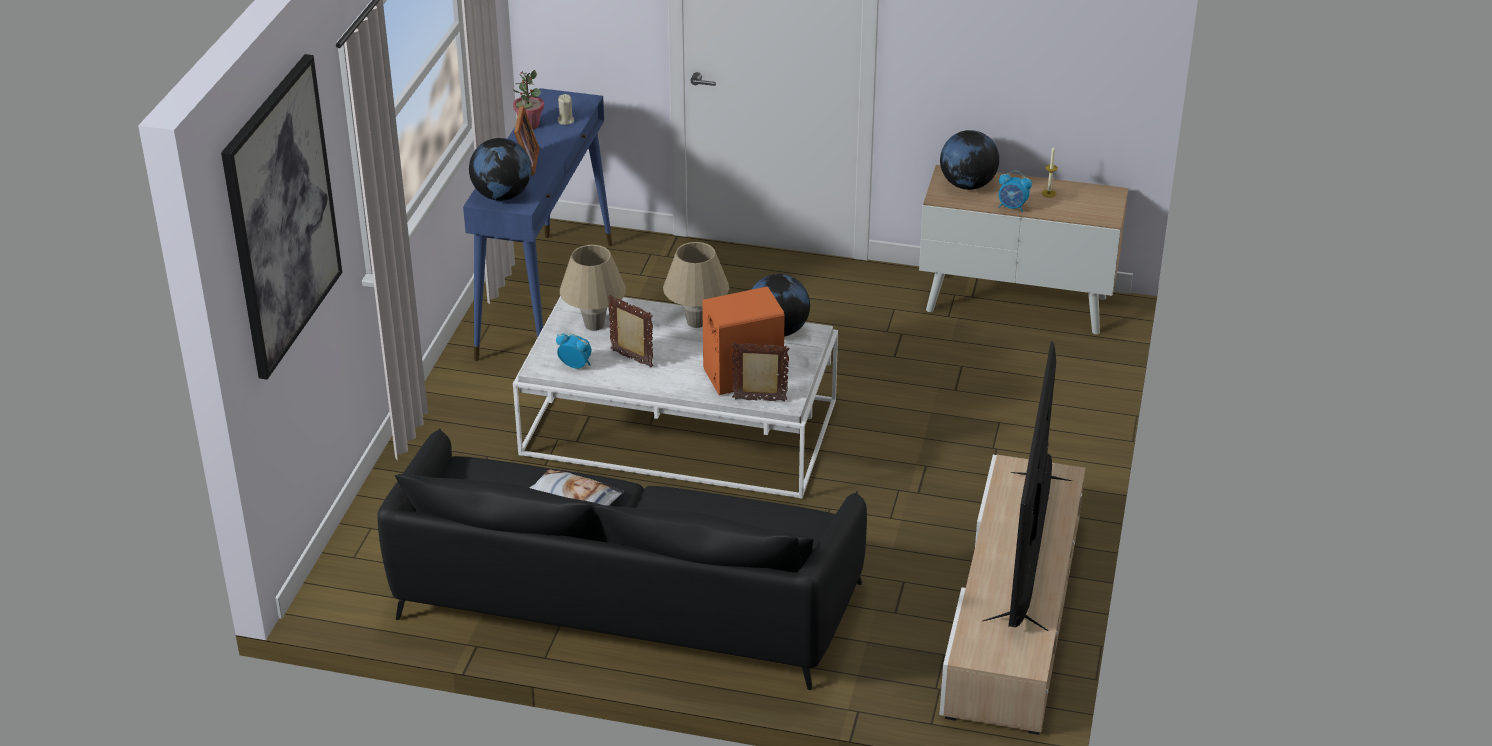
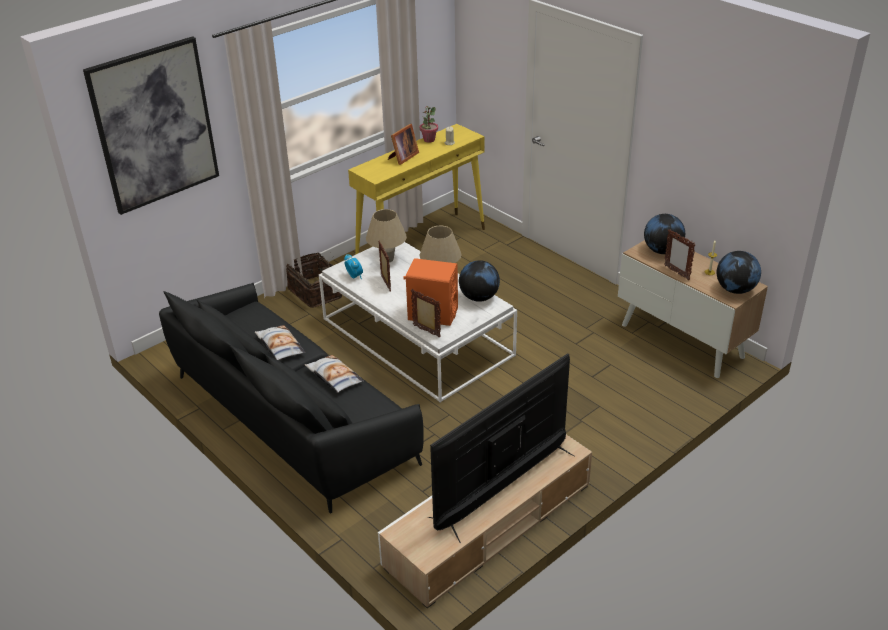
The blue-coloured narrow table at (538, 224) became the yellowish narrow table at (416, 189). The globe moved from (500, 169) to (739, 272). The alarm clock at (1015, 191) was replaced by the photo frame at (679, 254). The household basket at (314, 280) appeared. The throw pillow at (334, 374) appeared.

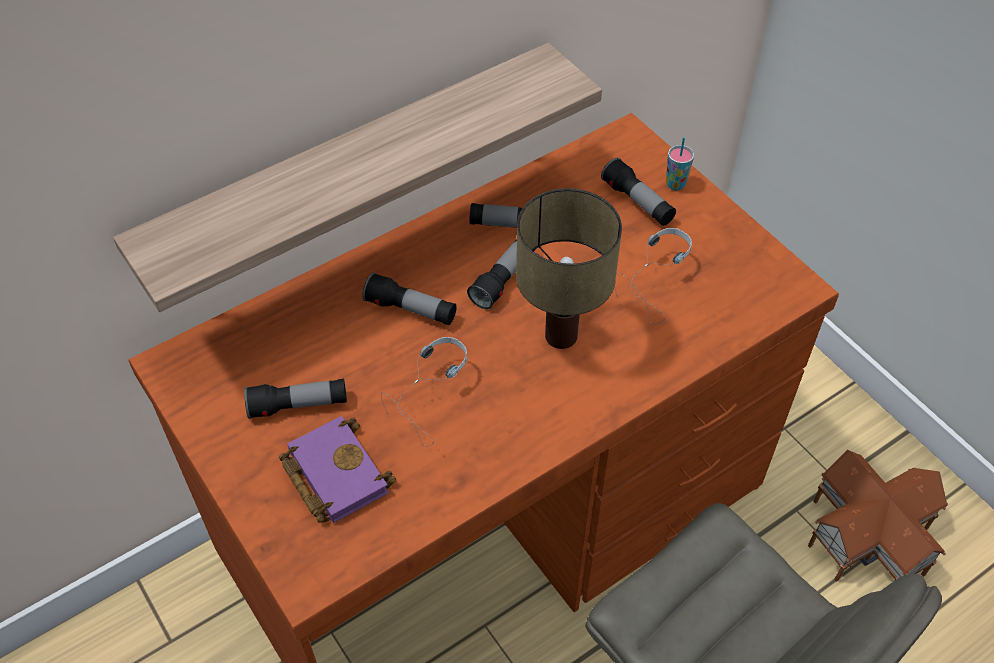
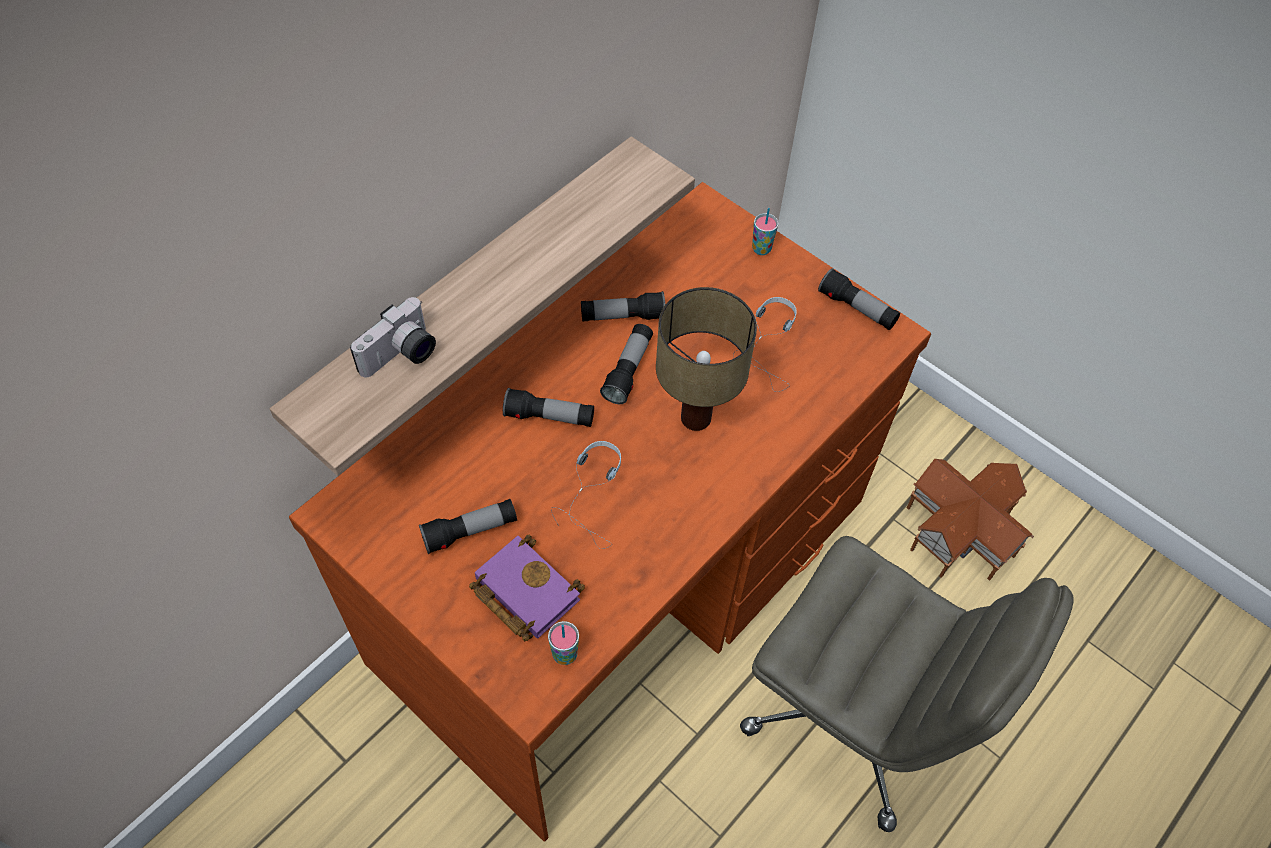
The hand torch moved from (638, 192) to (859, 299). The still camera at (393, 337) appeared. The drinking cup at (563, 643) appeared.

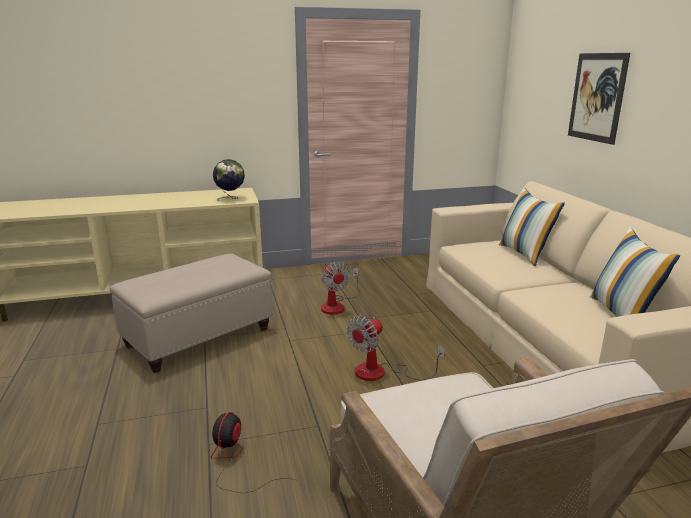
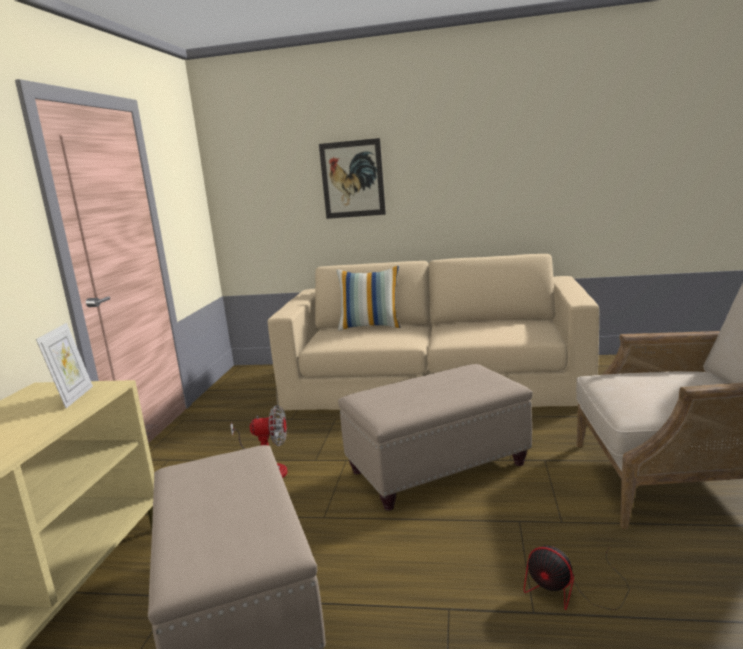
The globe at (229, 180) was replaced by the photo frame at (64, 365). The throw pillow at (635, 272) disappeared. The electric fan at (396, 348) was replaced by the sand-coloured pouffe at (435, 437).

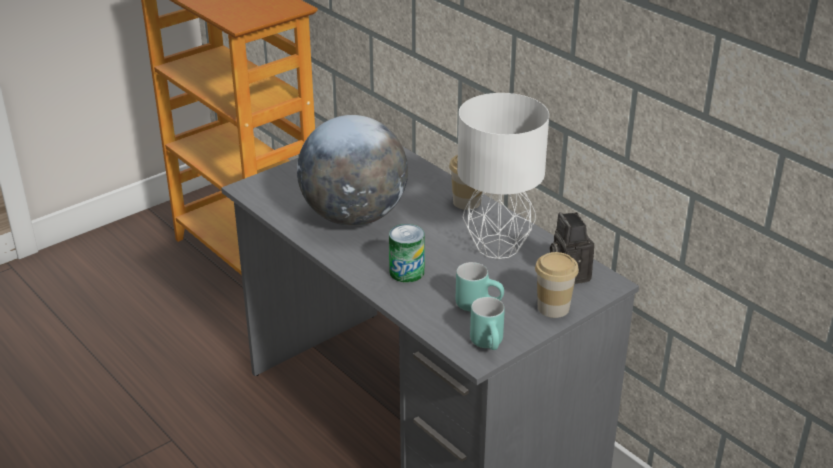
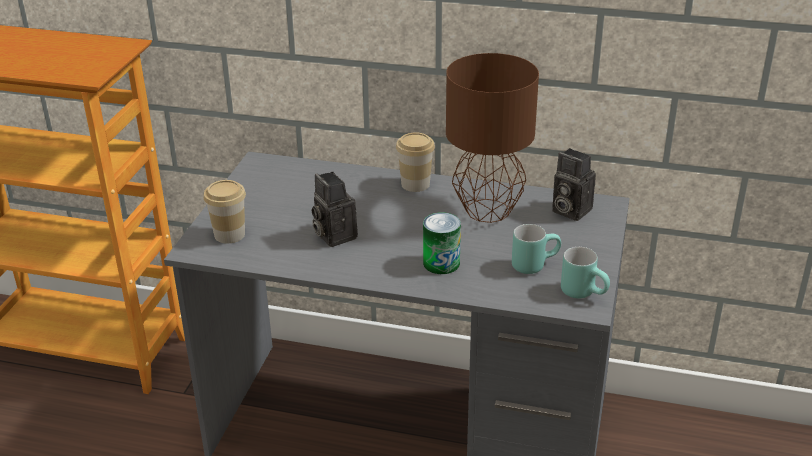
The white-coloured lamp for a table at (503, 176) became the brown-coloured lamp for a table at (492, 138). The globe at (352, 170) was replaced by the still camera at (335, 209). The drinking cup moved from (557, 285) to (225, 211).

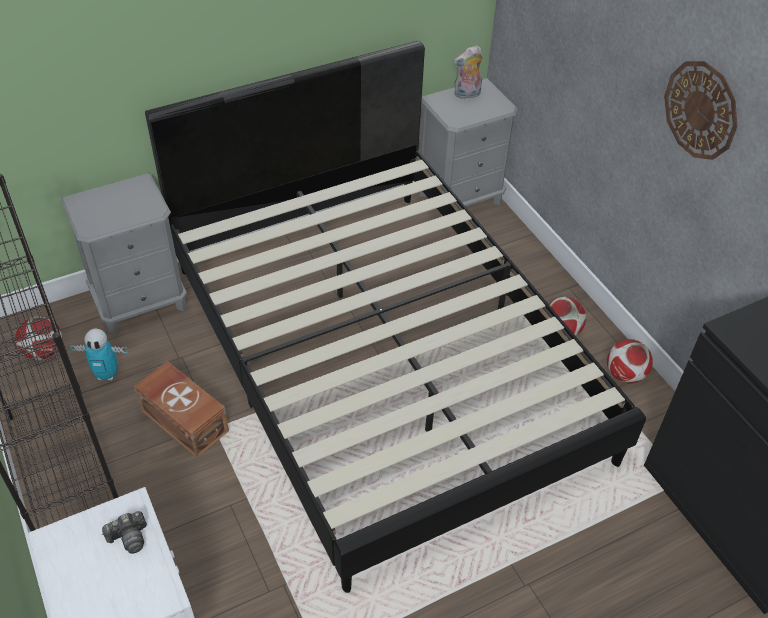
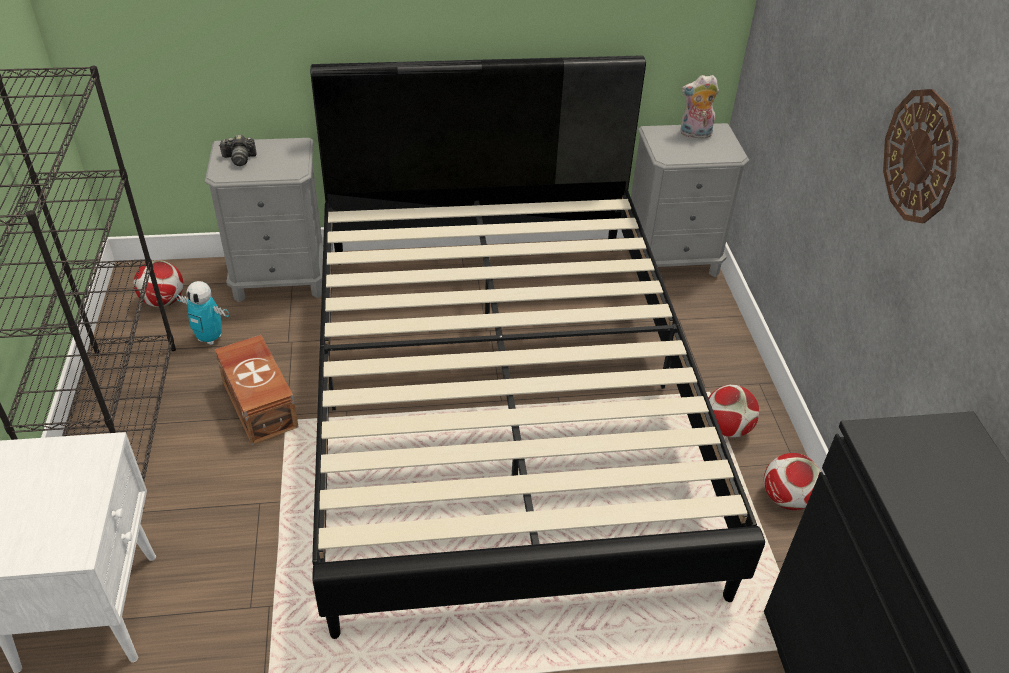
The still camera moved from (124, 532) to (238, 150).

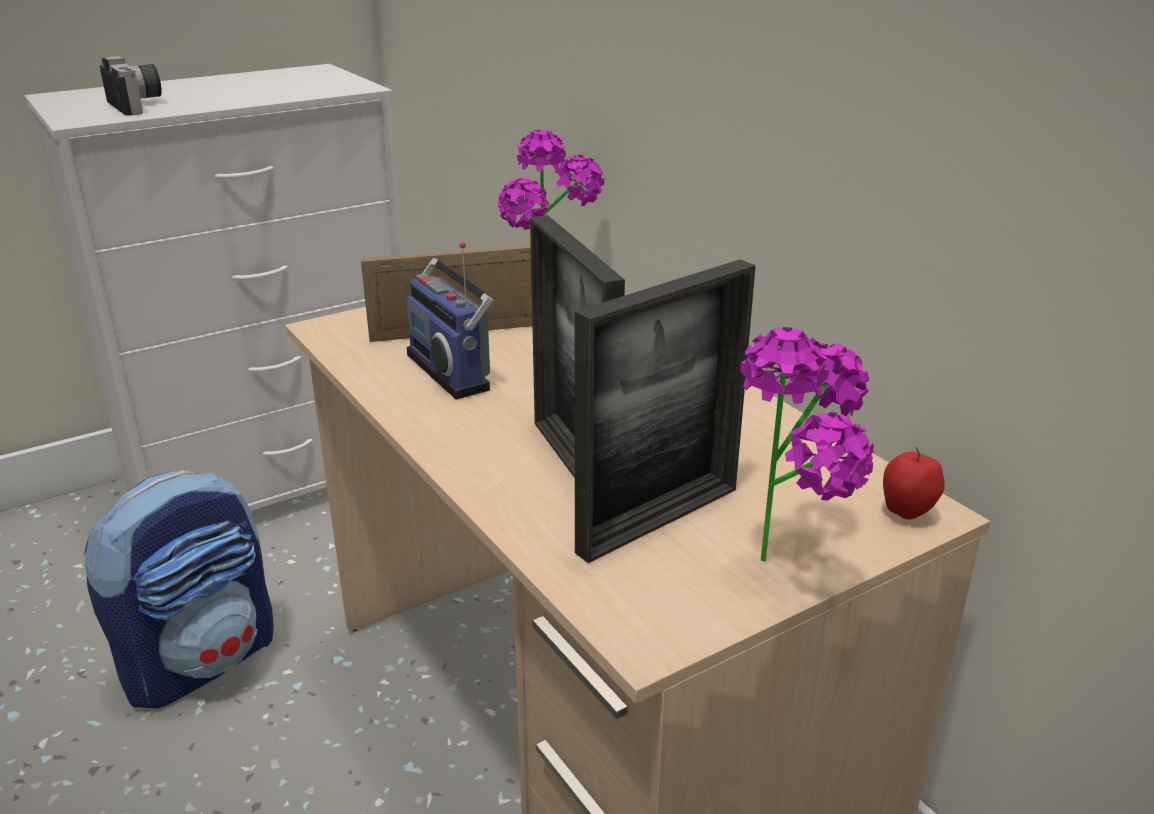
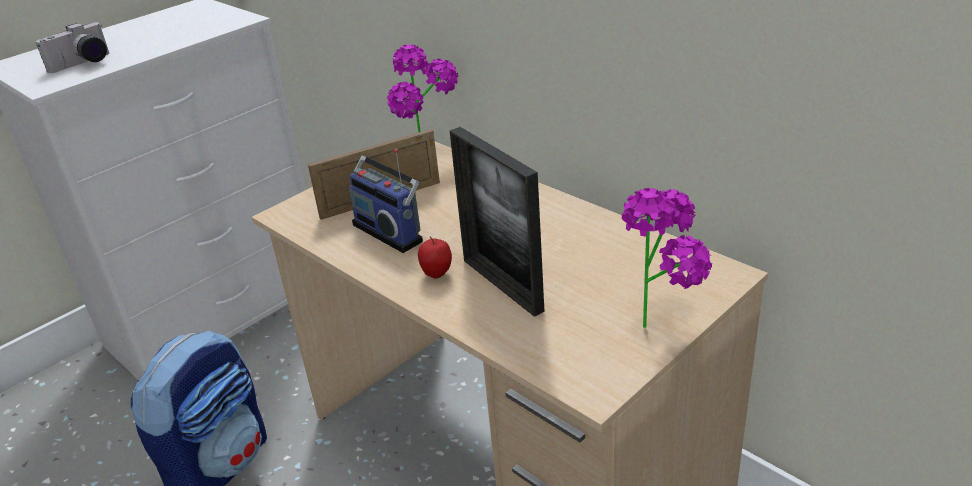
The still camera at (131, 86) turned 90 degrees clockwise. The photo frame at (665, 411) disappeared. The apple fruit moved from (914, 483) to (435, 258).

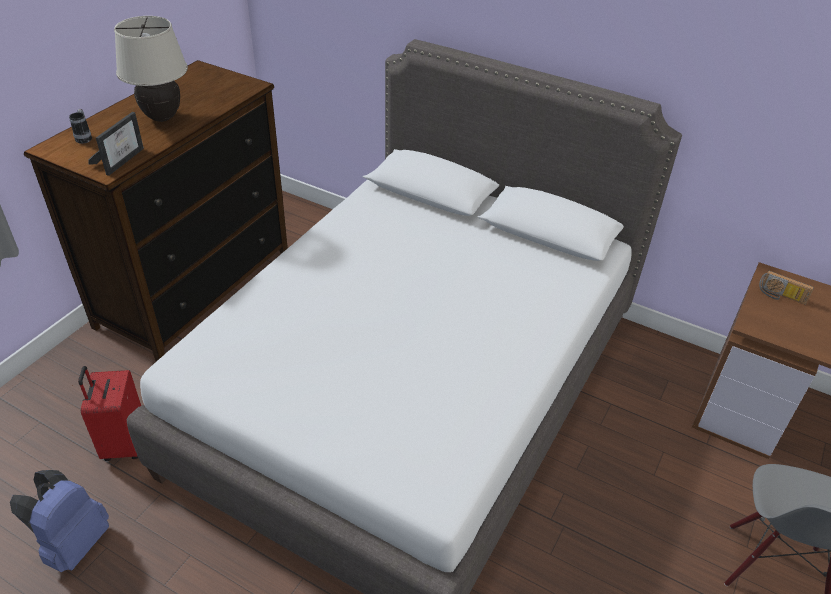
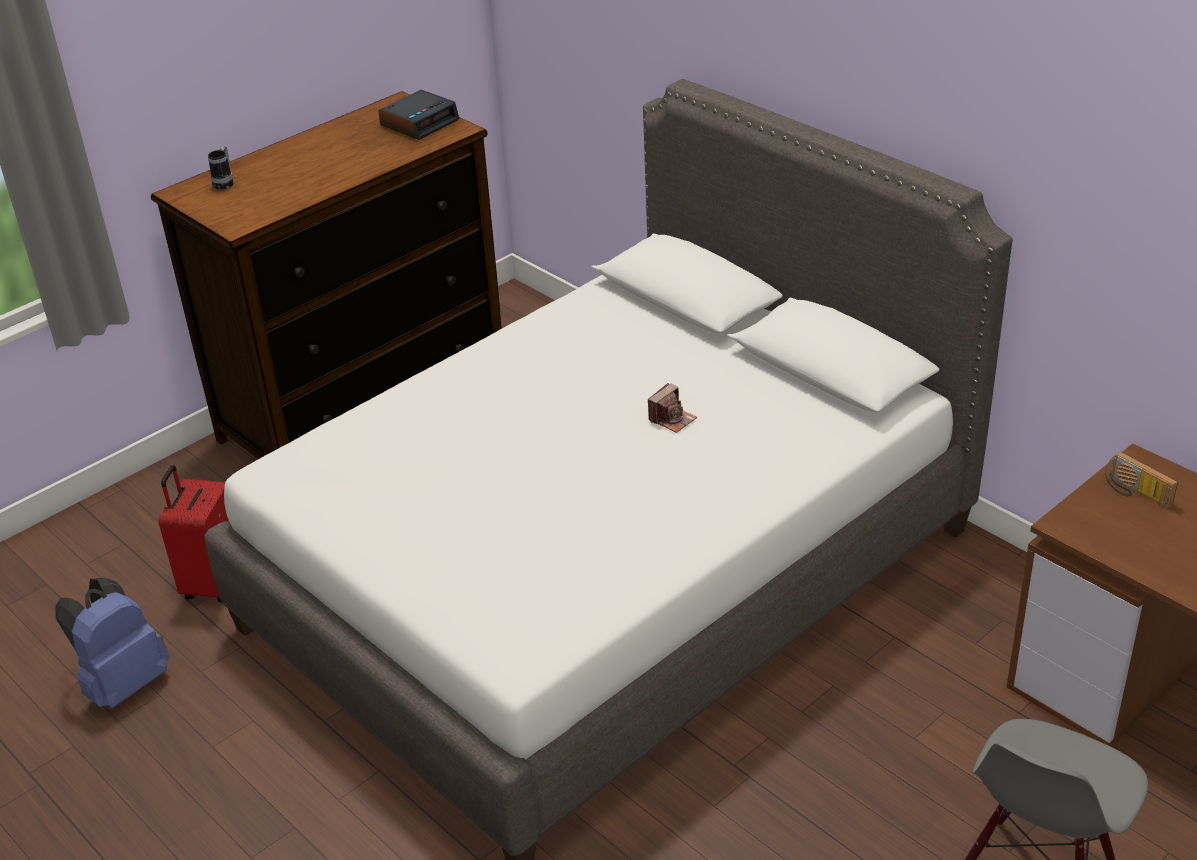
The sand-coloured lamp for a table at (151, 69) disappeared. The photo frame at (116, 144) disappeared. The alarm clock at (418, 115) appeared. The still camera at (672, 408) appeared.

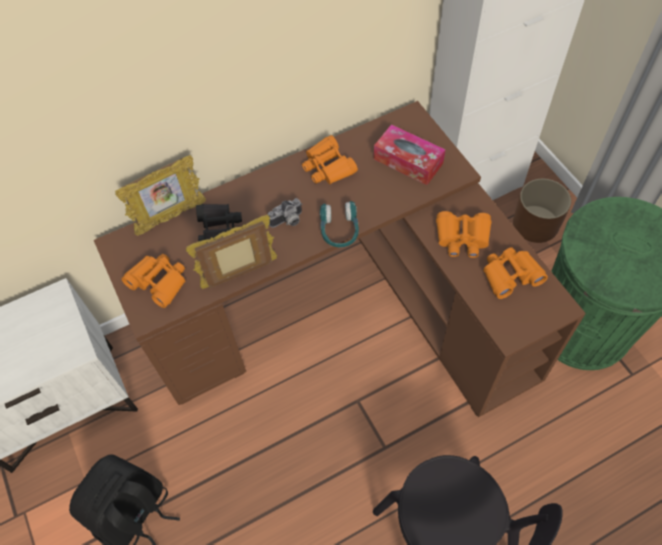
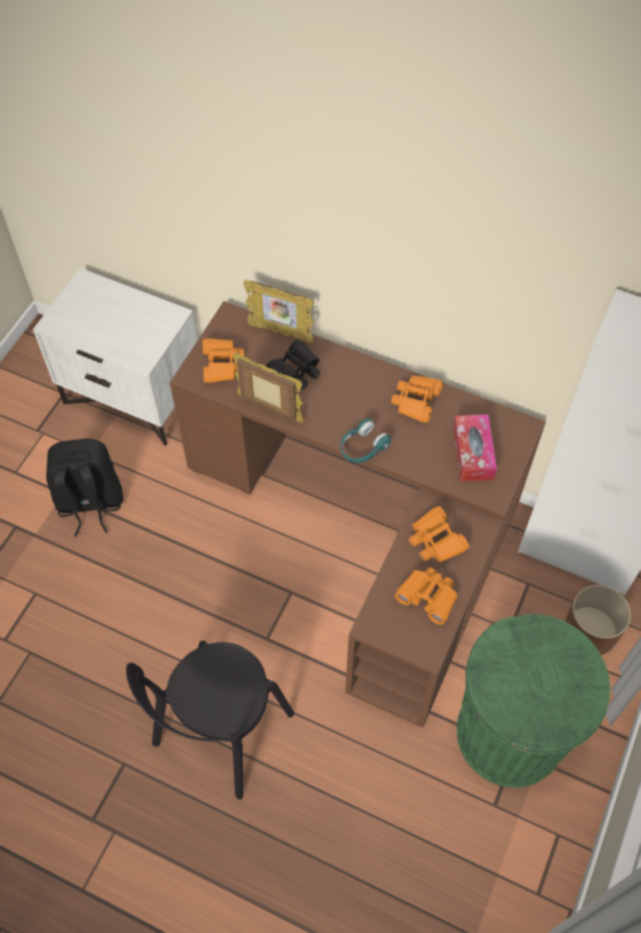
The still camera at (284, 213) disappeared.

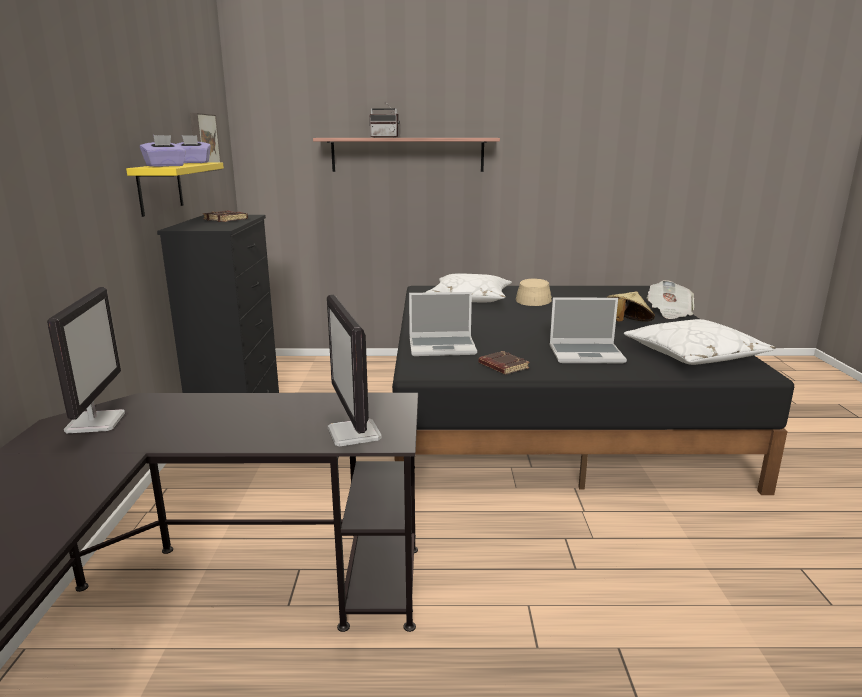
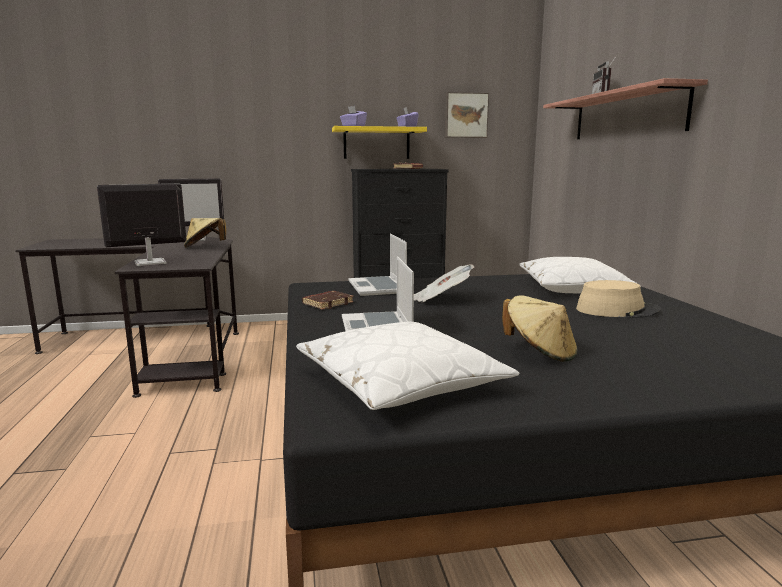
The newspaper moved from (670, 299) to (444, 283). The sand-coloured hat at (205, 233) appeared.

